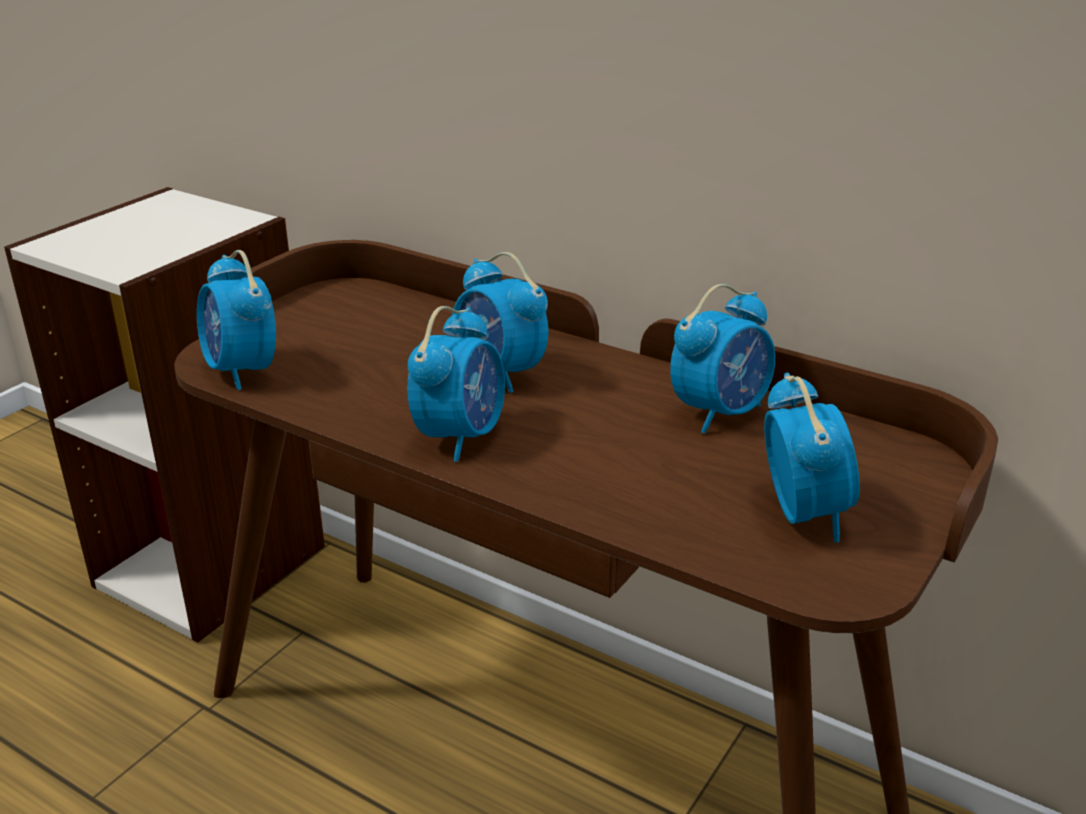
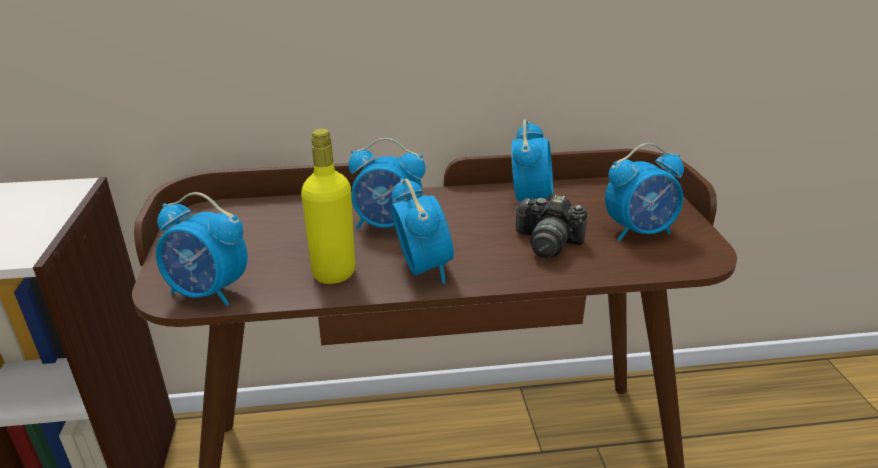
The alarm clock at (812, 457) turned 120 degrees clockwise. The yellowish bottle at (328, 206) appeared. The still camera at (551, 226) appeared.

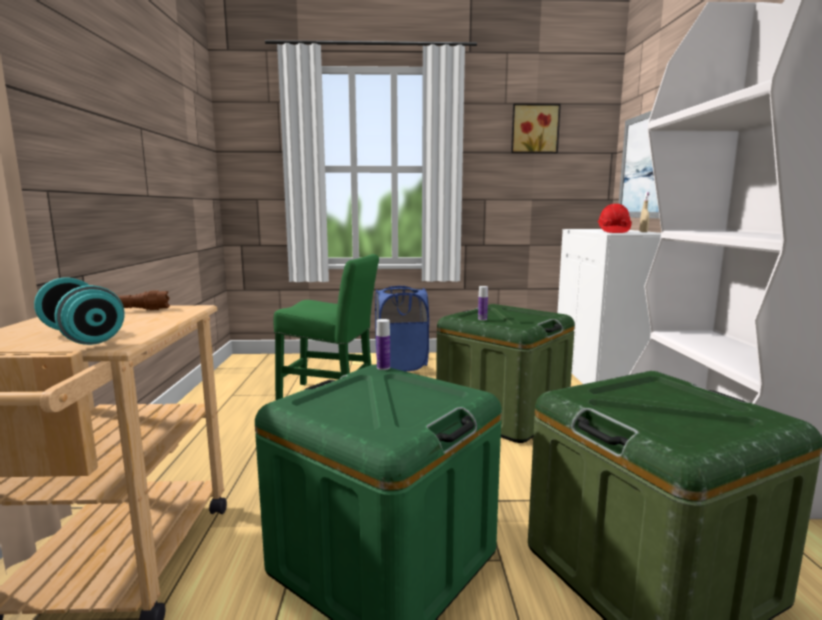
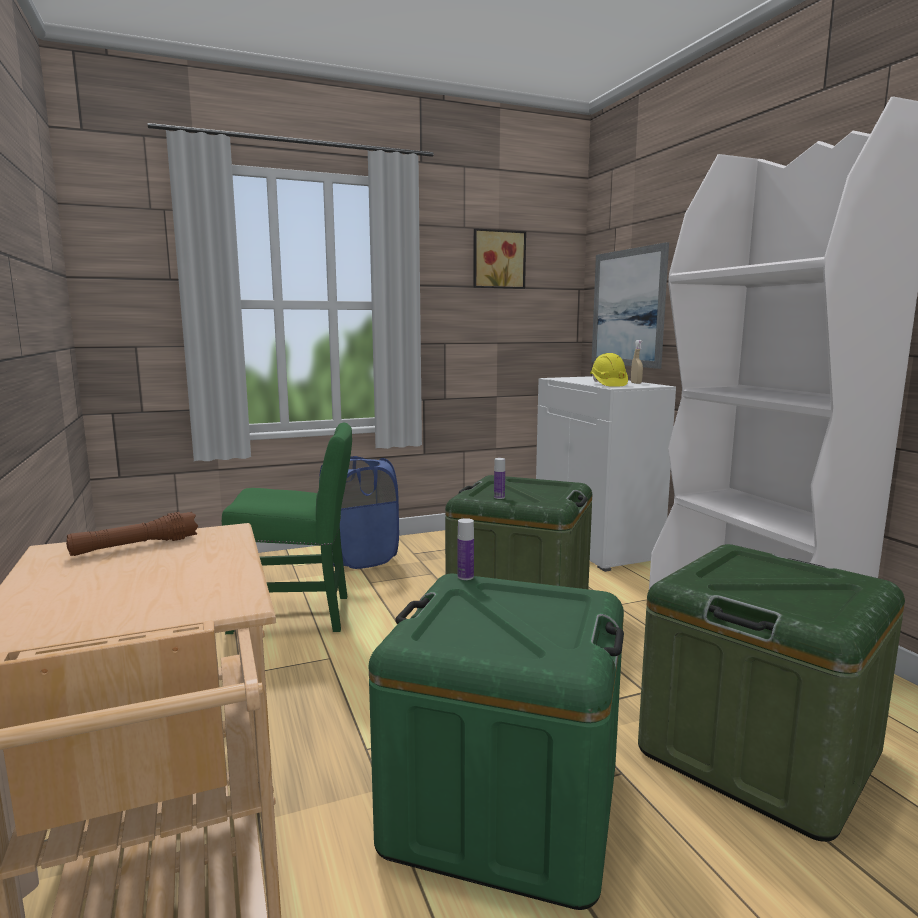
The red-coloured work helmet at (614, 218) became the yellowish work helmet at (609, 369). The turquoise-coloured free weight at (79, 311) disappeared.

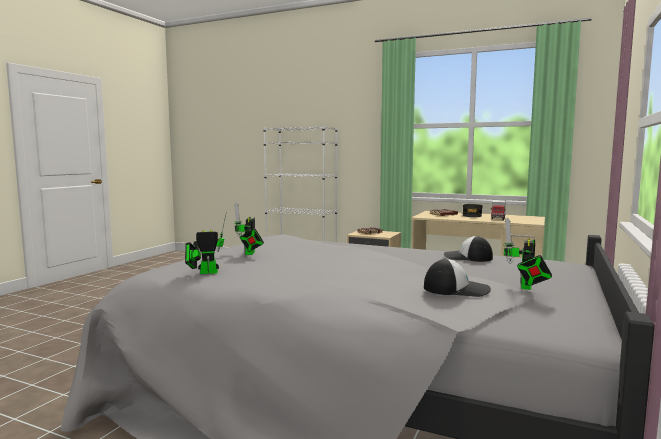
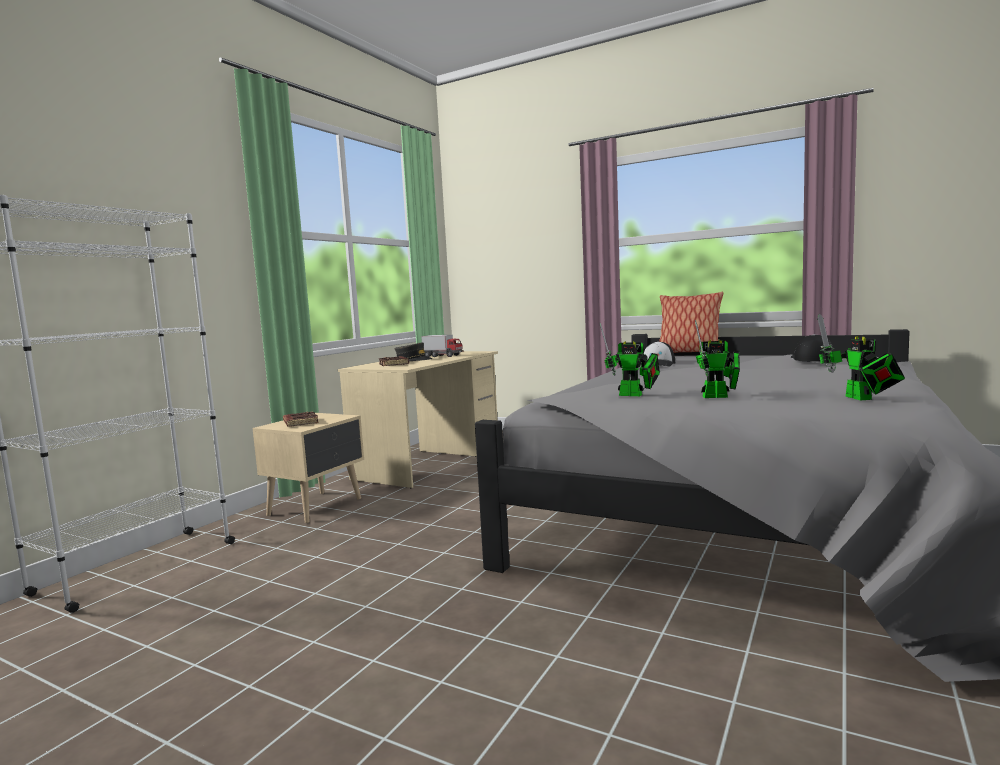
The robot figure moved from (528, 253) to (630, 359). The throw pillow at (691, 322) appeared.

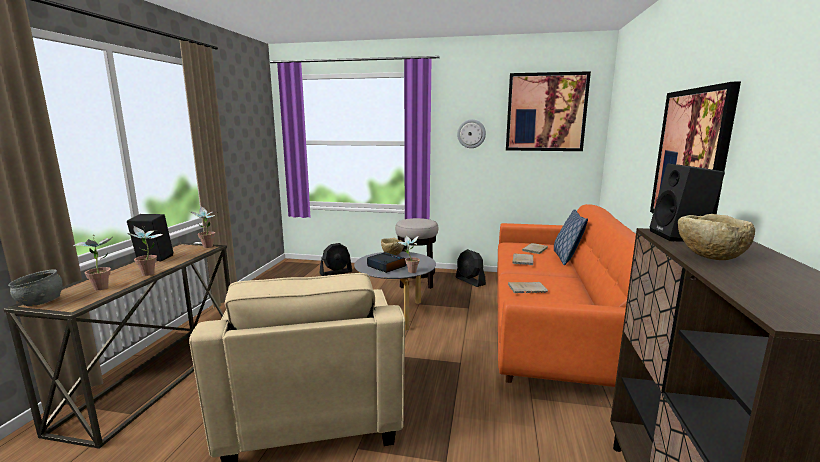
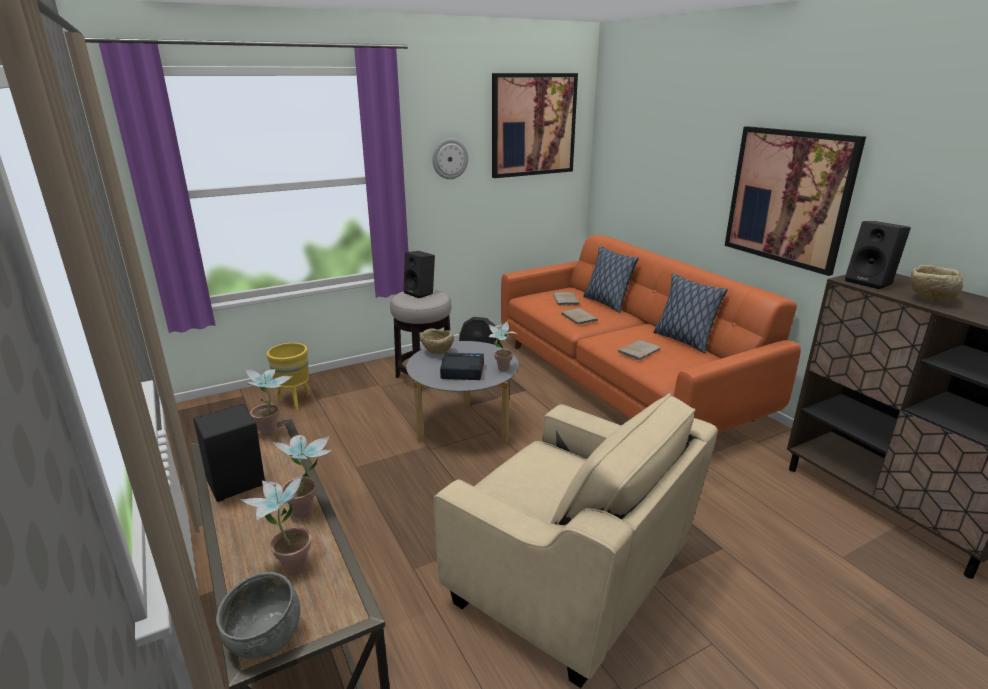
The blackish electric fan at (335, 259) was replaced by the yellowish flower pot at (288, 376). The blackish speaker at (419, 274) appeared. The throw pillow at (690, 313) appeared.

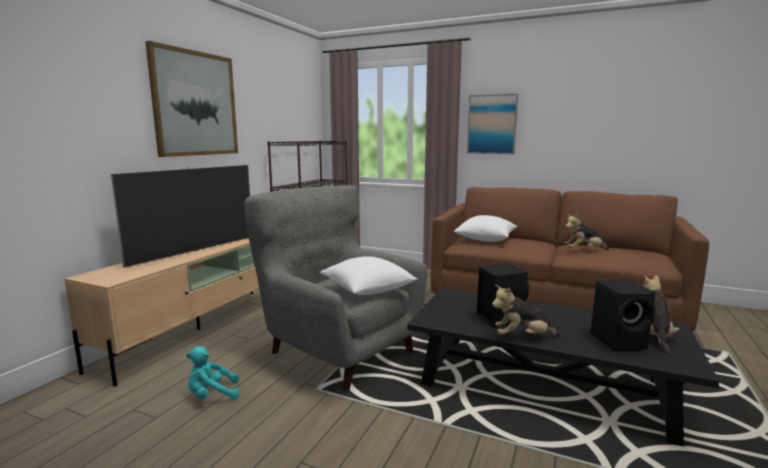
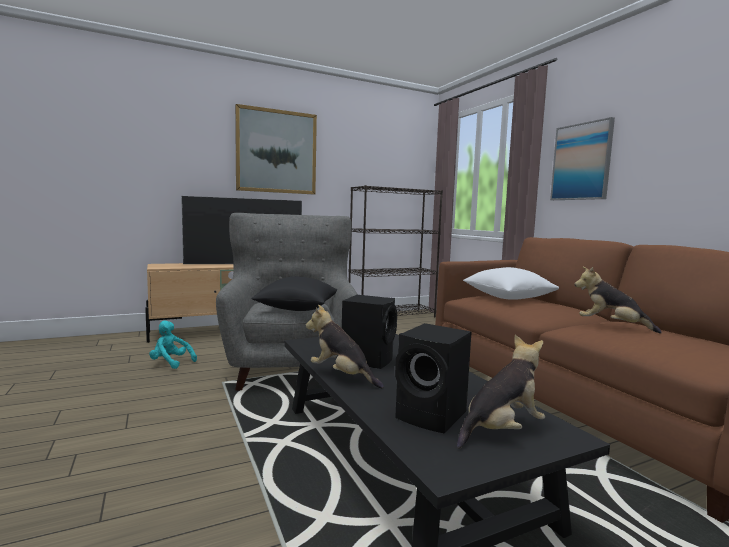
The white-coloured throw pillow at (368, 275) became the blackish throw pillow at (294, 293).

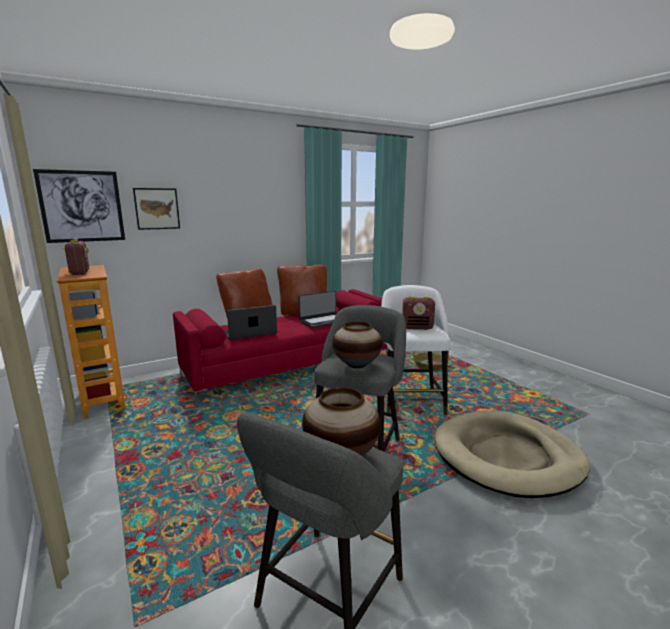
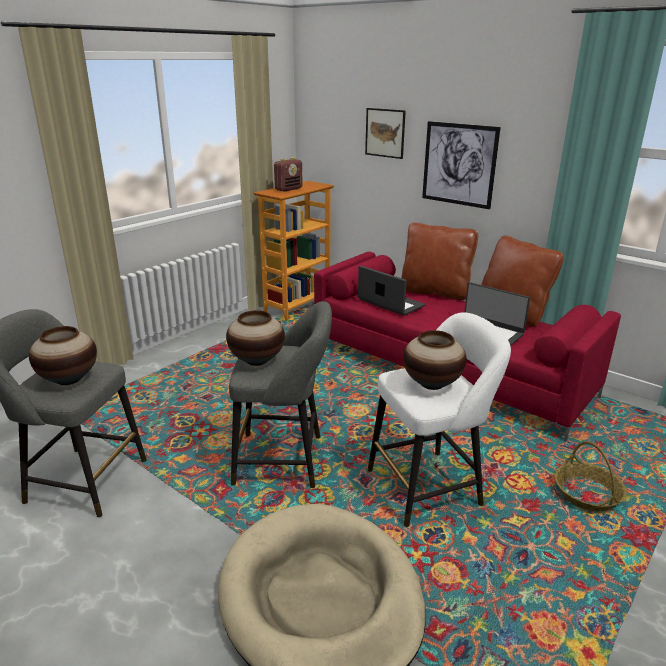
The picture moved from (79, 206) to (461, 165). The radio set at (418, 312) was replaced by the flower vase at (434, 360).

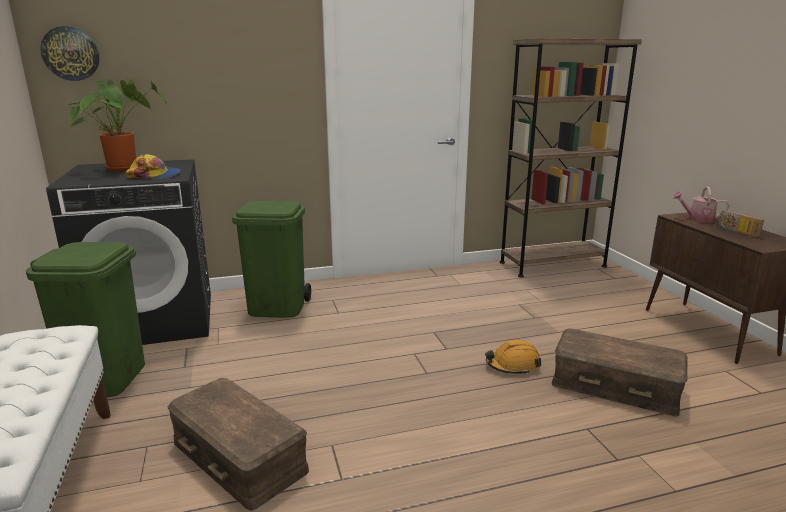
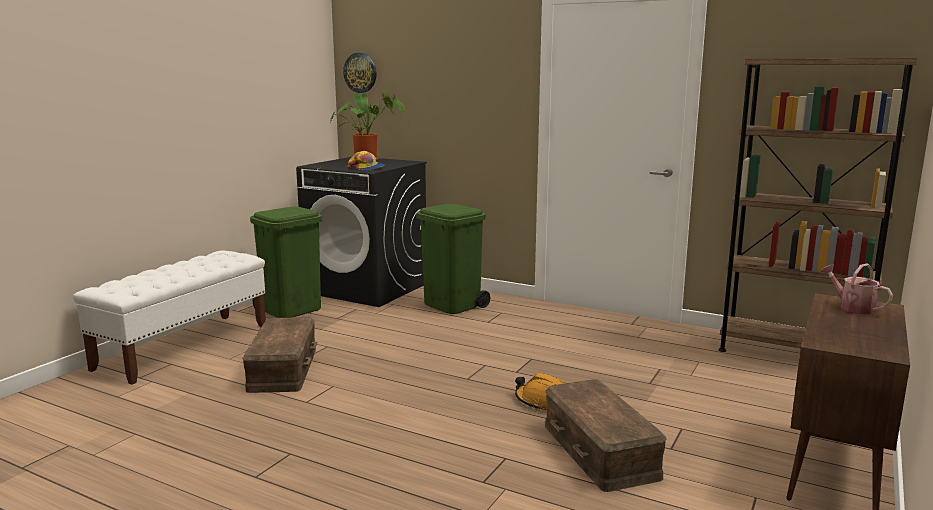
The radio set at (740, 223) disappeared.

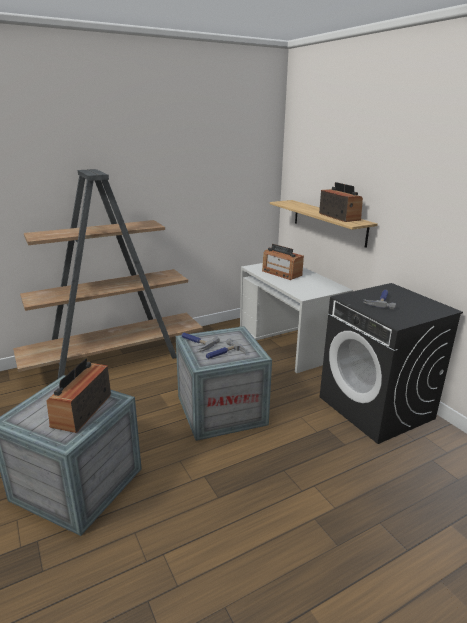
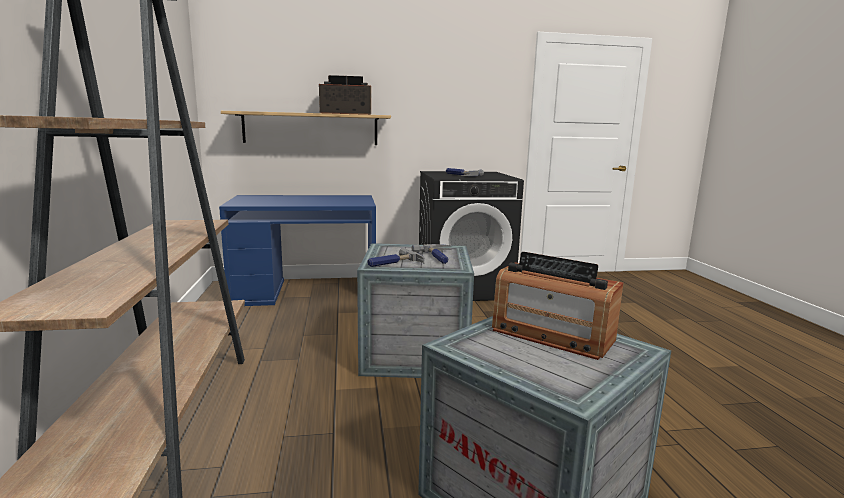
The radio set at (283, 262) disappeared. The white-coloured desk unit at (296, 318) became the blue-coloured desk unit at (297, 250).

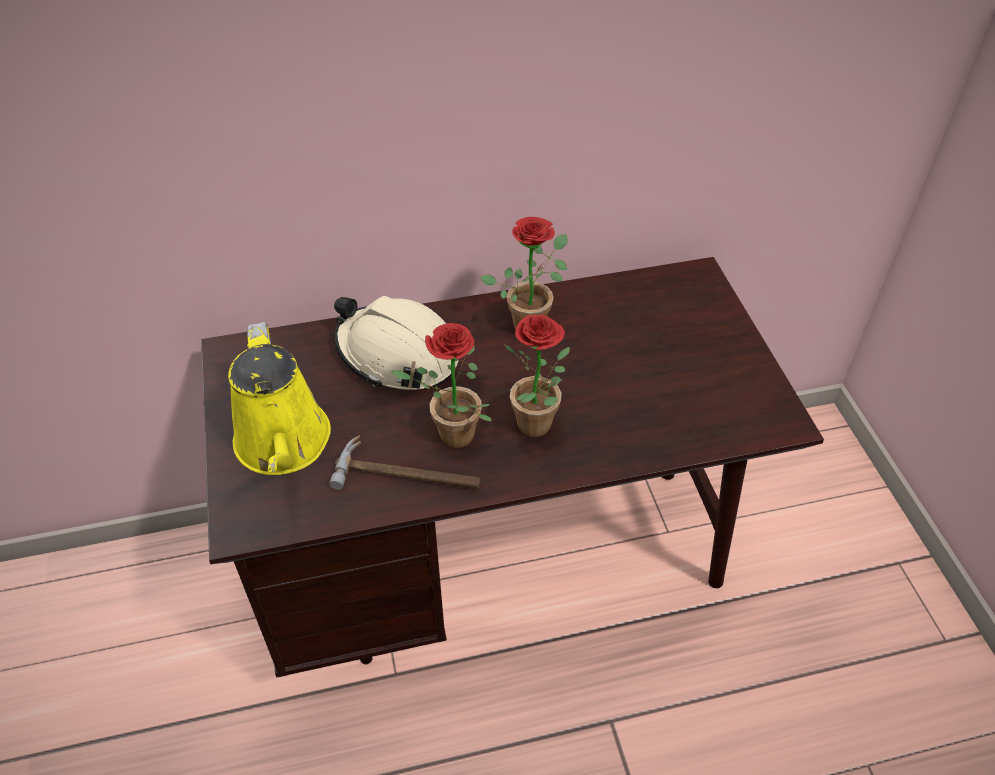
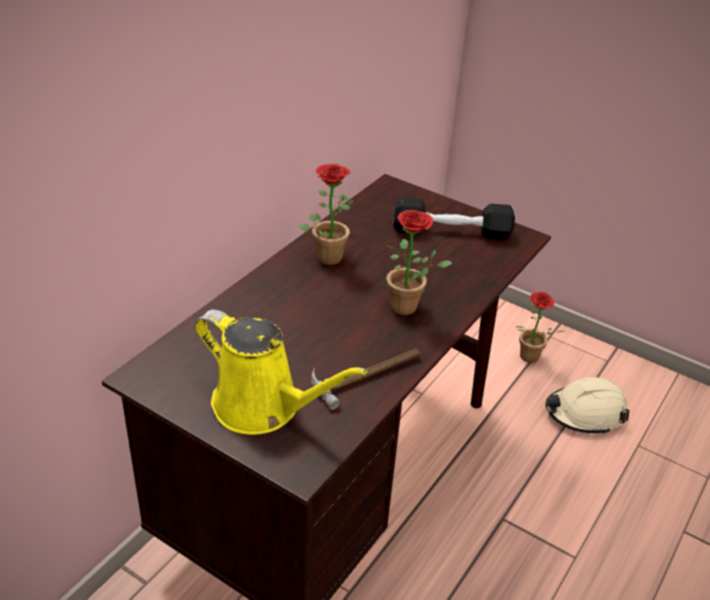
The sand-coloured work helmet moved from (396, 343) to (588, 406). The potted plant moved from (441, 385) to (540, 327). The blackish free weight at (454, 218) appeared.

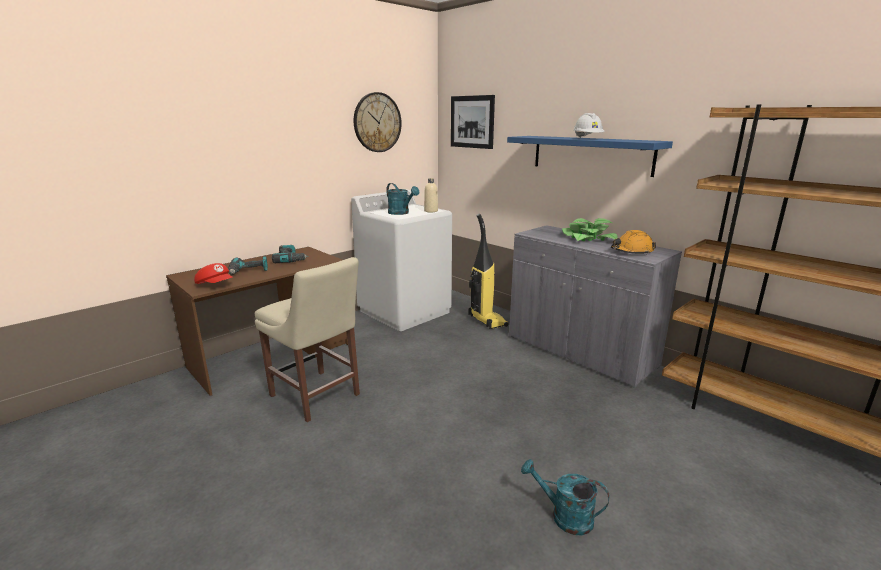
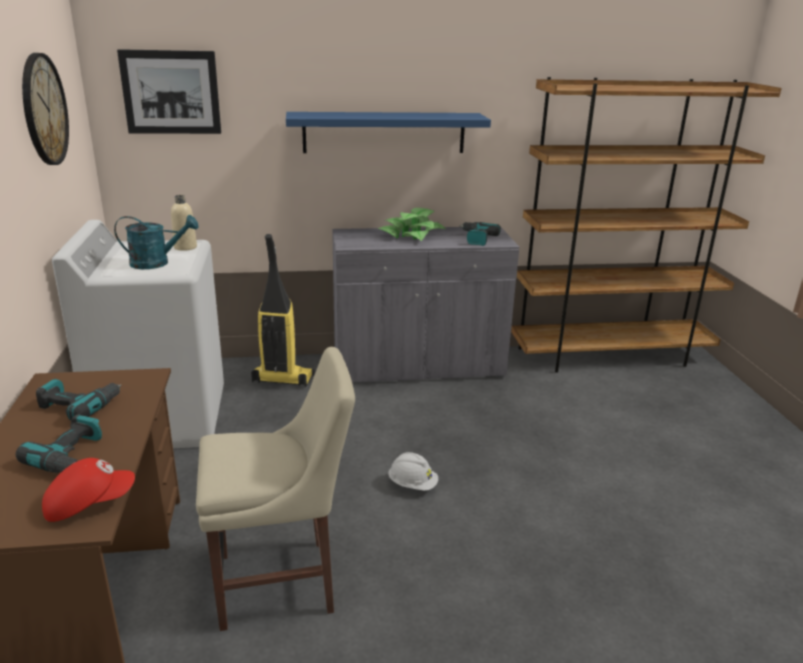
The white-coloured work helmet moved from (589, 125) to (413, 471). The orangey work helmet at (633, 242) was replaced by the power drill at (480, 234). The turquoise-coloured watering pot at (565, 497) disappeared.

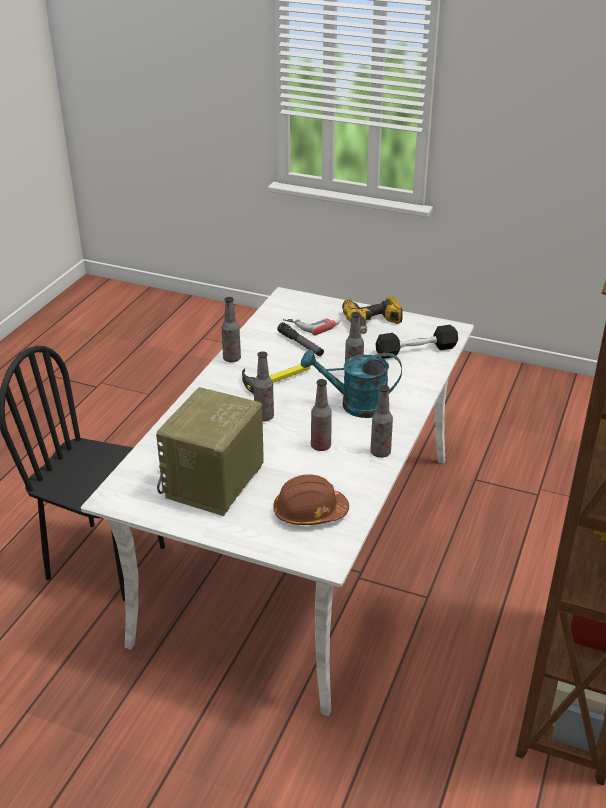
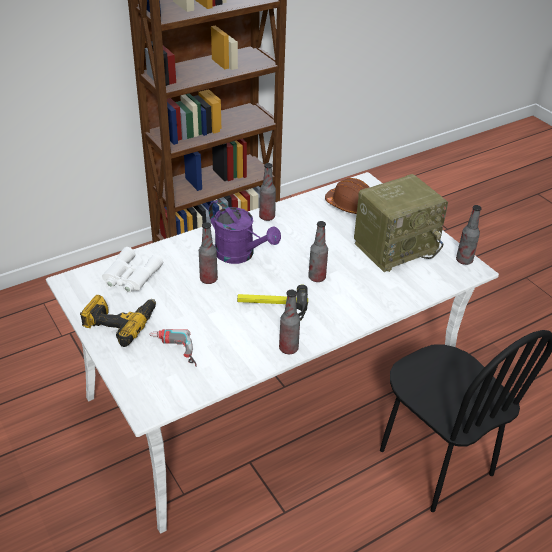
The hand torch at (300, 339) disappeared. The blackish free weight at (417, 342) was replaced by the white-coloured pair of binoculars at (132, 270). The turquoise-coloured watering pot at (351, 384) became the purple-coloured watering pot at (245, 232). The bottle moved from (321, 415) to (469, 235).

